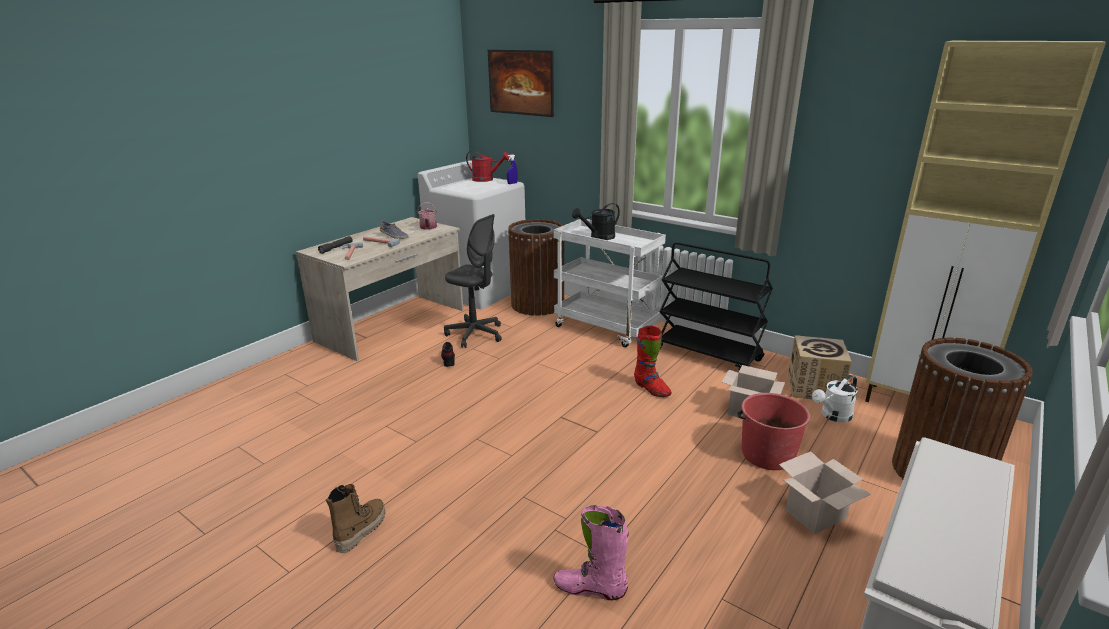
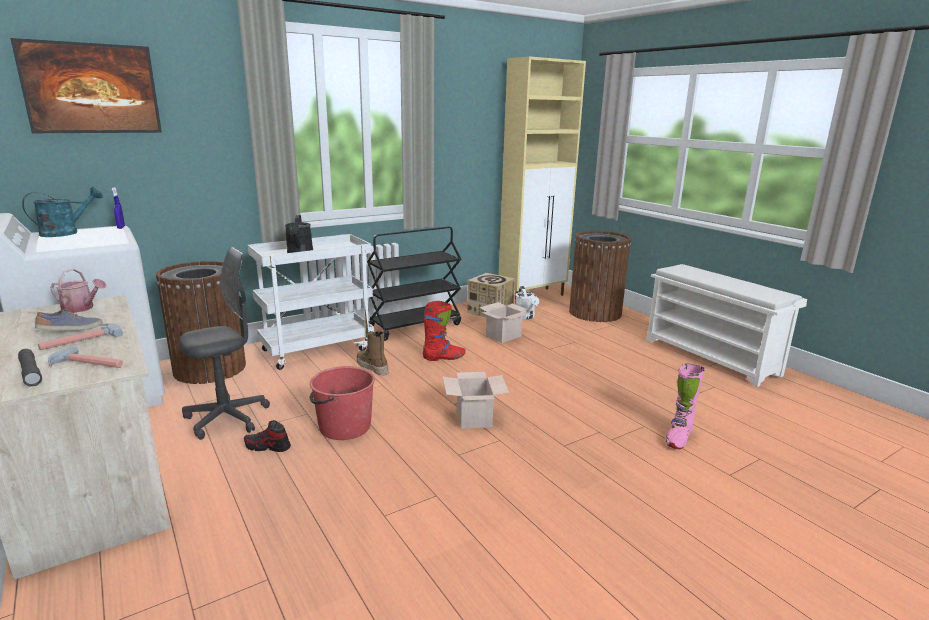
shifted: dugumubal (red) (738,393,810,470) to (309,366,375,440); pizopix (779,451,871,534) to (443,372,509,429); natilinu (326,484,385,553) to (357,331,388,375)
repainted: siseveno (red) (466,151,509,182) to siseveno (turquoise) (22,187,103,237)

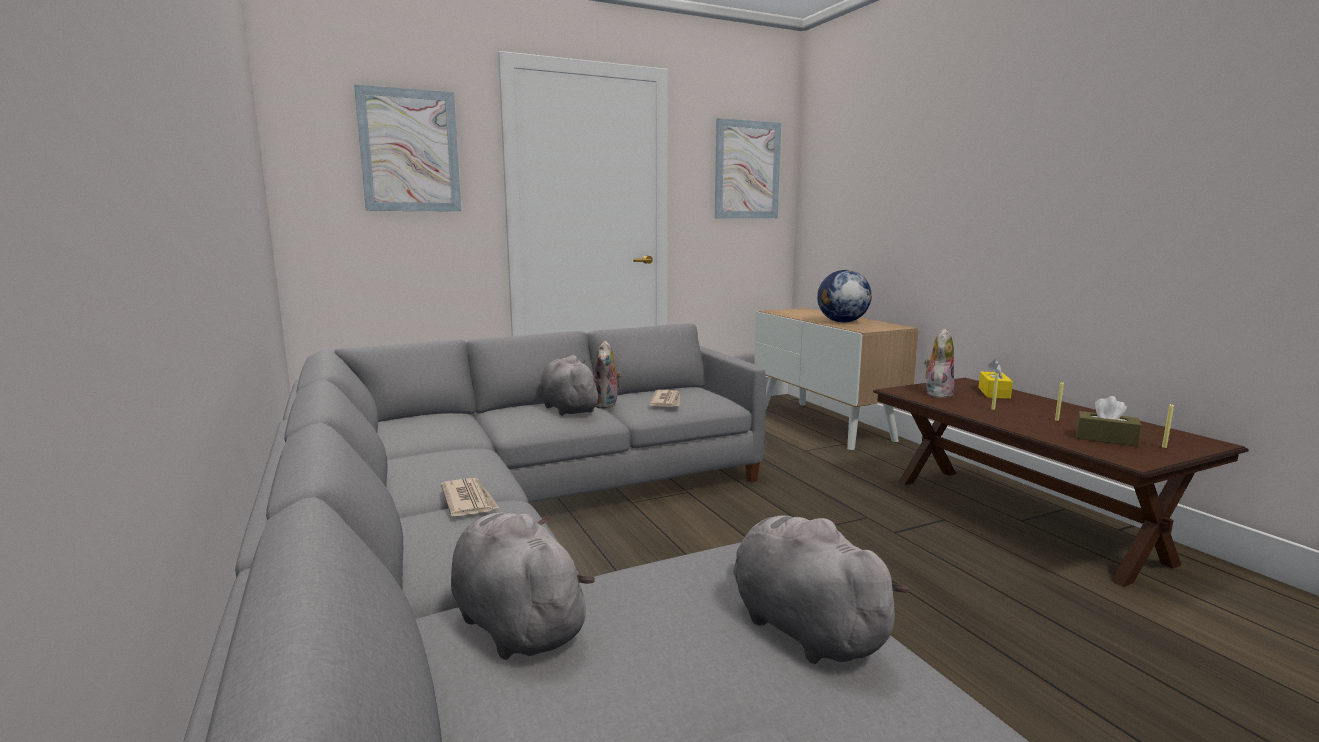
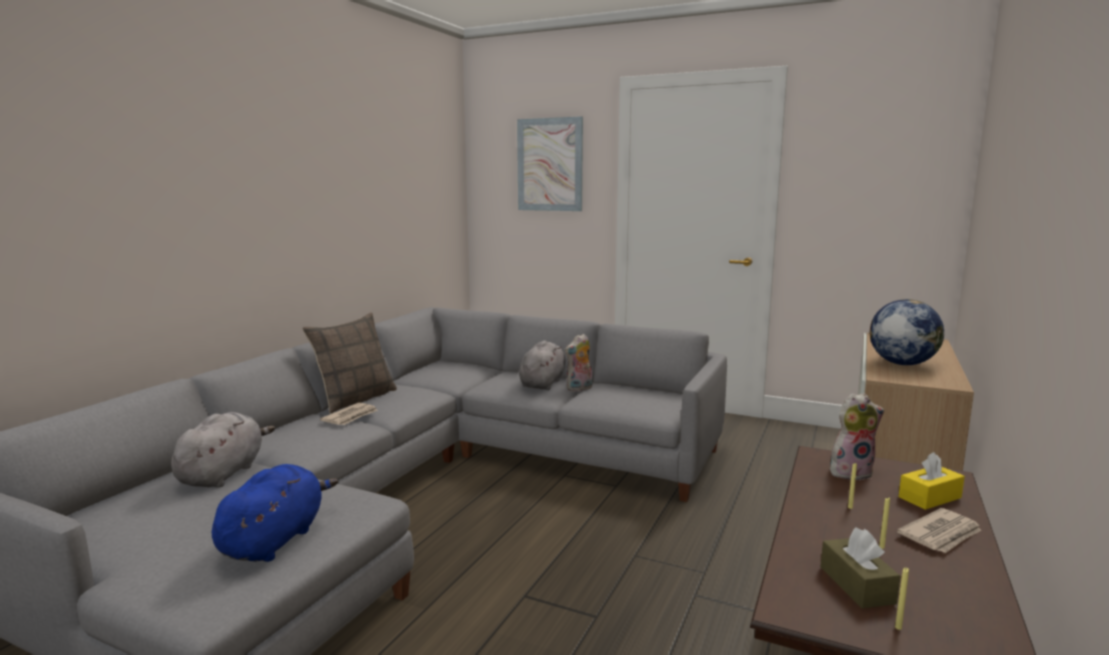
gone: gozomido (715,118,781,218)
new: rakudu (302,313,397,414)
shifted: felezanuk (649,390,680,407) to (897,508,981,553)
repainted: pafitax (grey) (733,515,910,664) to pafitax (blue) (212,464,338,562)

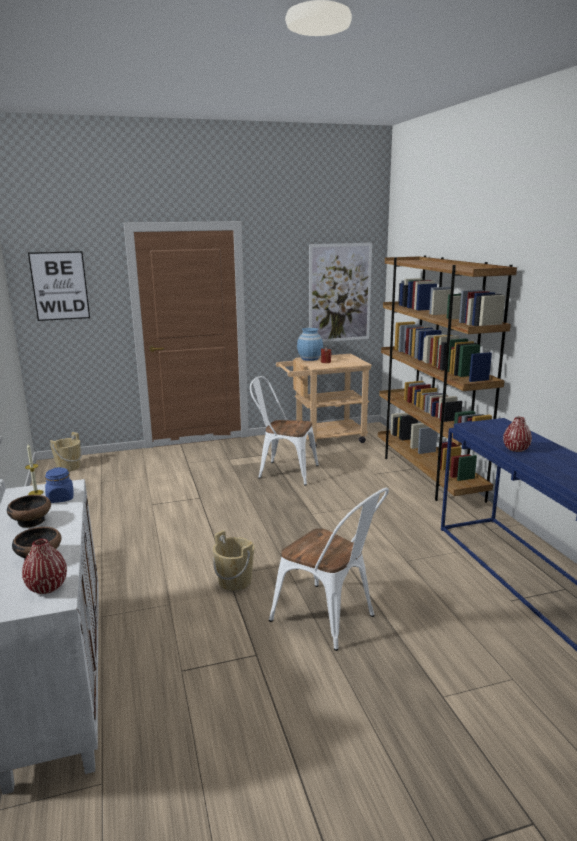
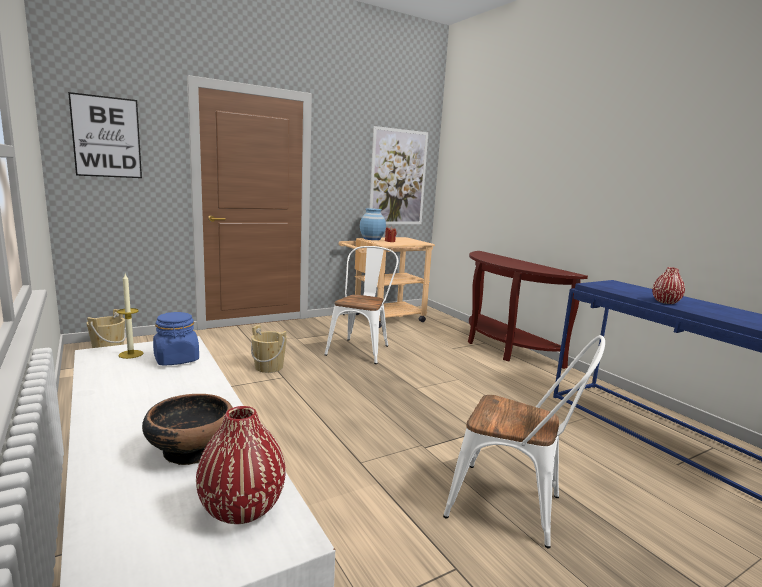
gone: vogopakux (7,495,51,528)
shifted: dugumubal (beige) (213,530,254,591) to (251,325,287,373)
swapped: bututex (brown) (378,255,517,503) to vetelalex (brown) (468,251,588,369)
rotated: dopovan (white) (250,376,319,486) = (324,246,398,364) 105 degrees clockwise

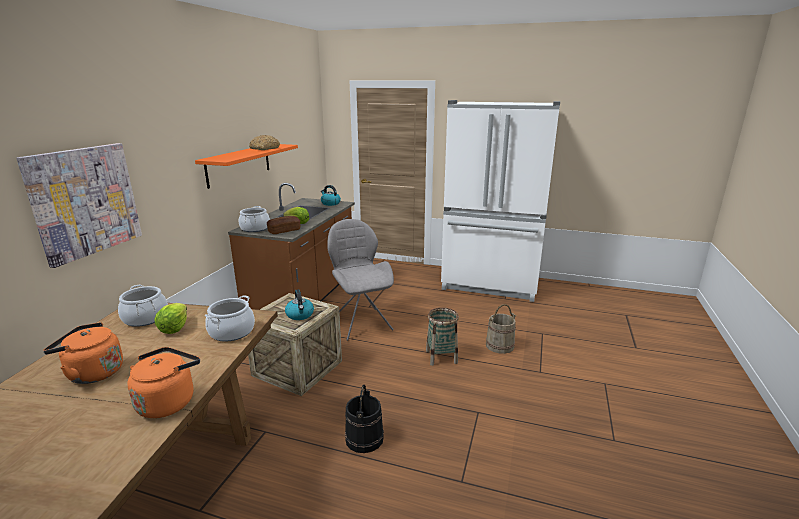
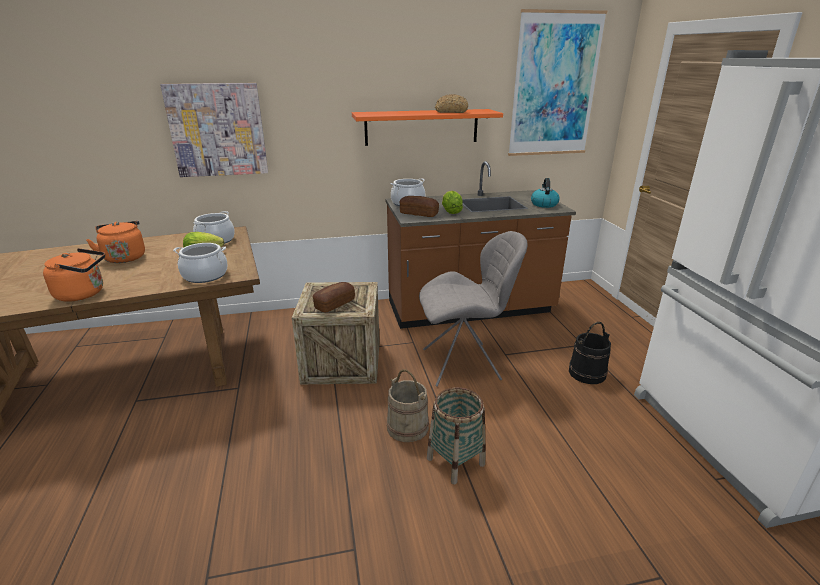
new: gozomido (508,9,607,156)
shifted: dugumubal (beige) (486,304,516,354) to (387,369,429,442); dugumubal (black) (345,385,384,453) to (569,322,611,384)
swapped: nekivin (285,289,314,320) to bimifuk (313,282,355,313)
rotated: dopovan (grey) (327,219,394,341) = (419,231,527,387) 45 degrees clockwise

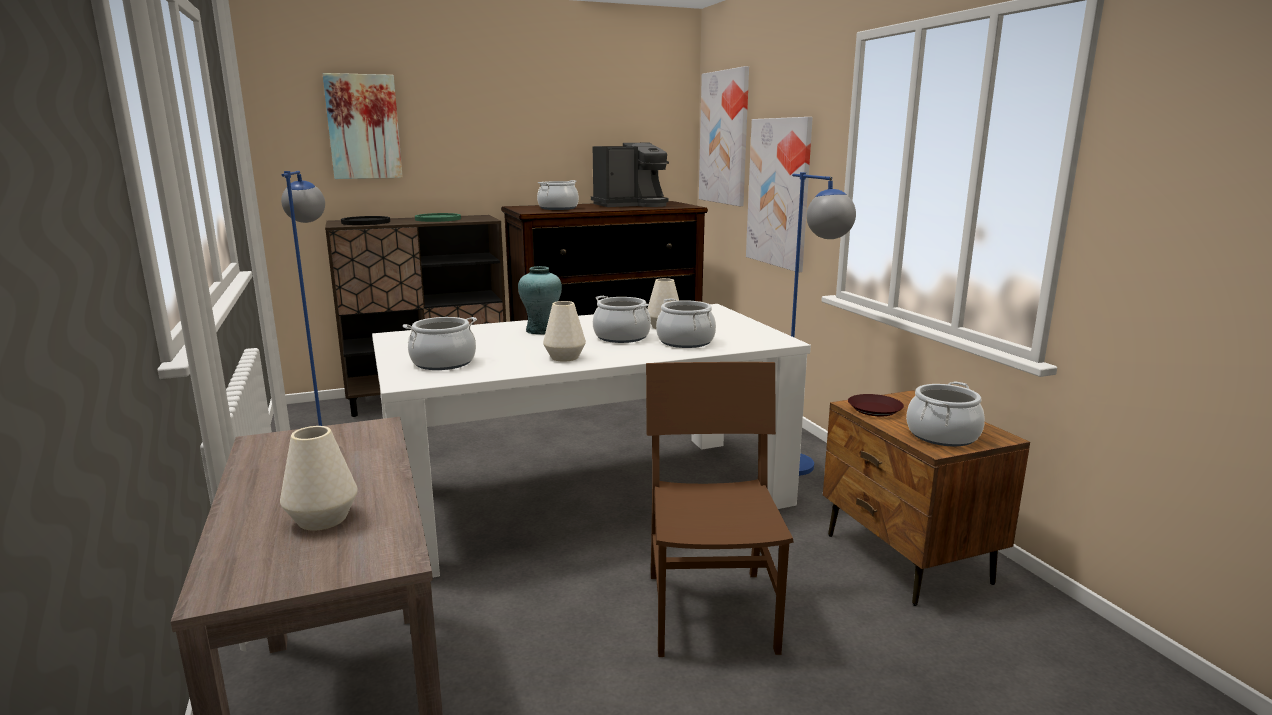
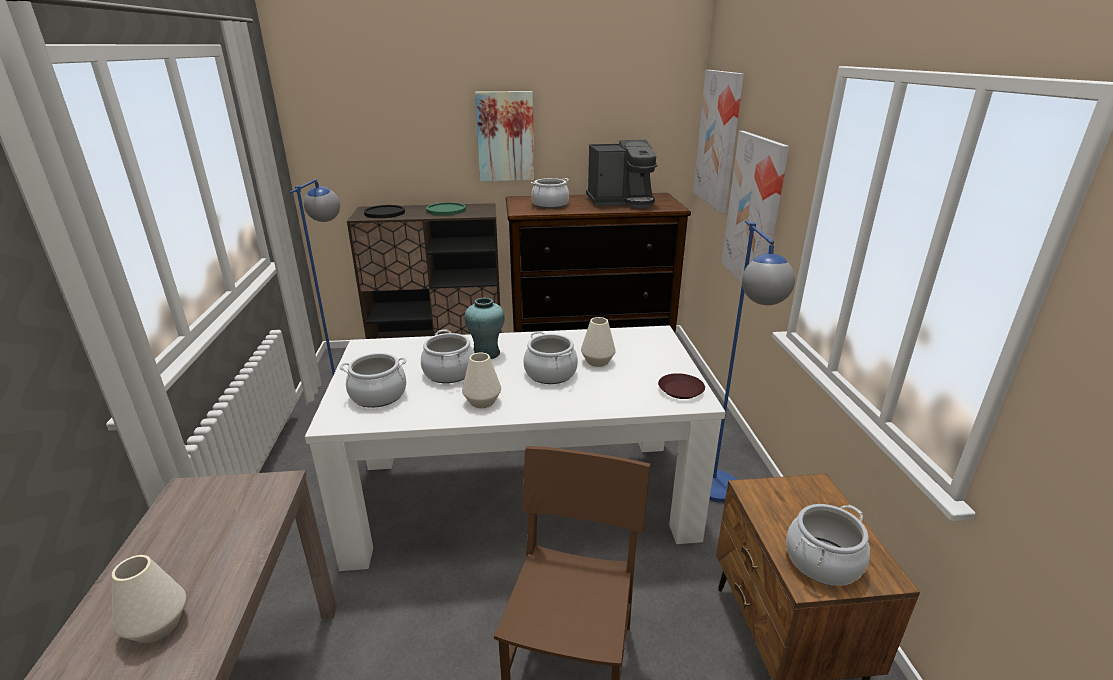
shifted: gozomido (322,73,403,179) to (475,91,534,181); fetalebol (656,298,716,348) to (421,329,474,383); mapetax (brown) (848,394,904,416) to (658,373,705,399)

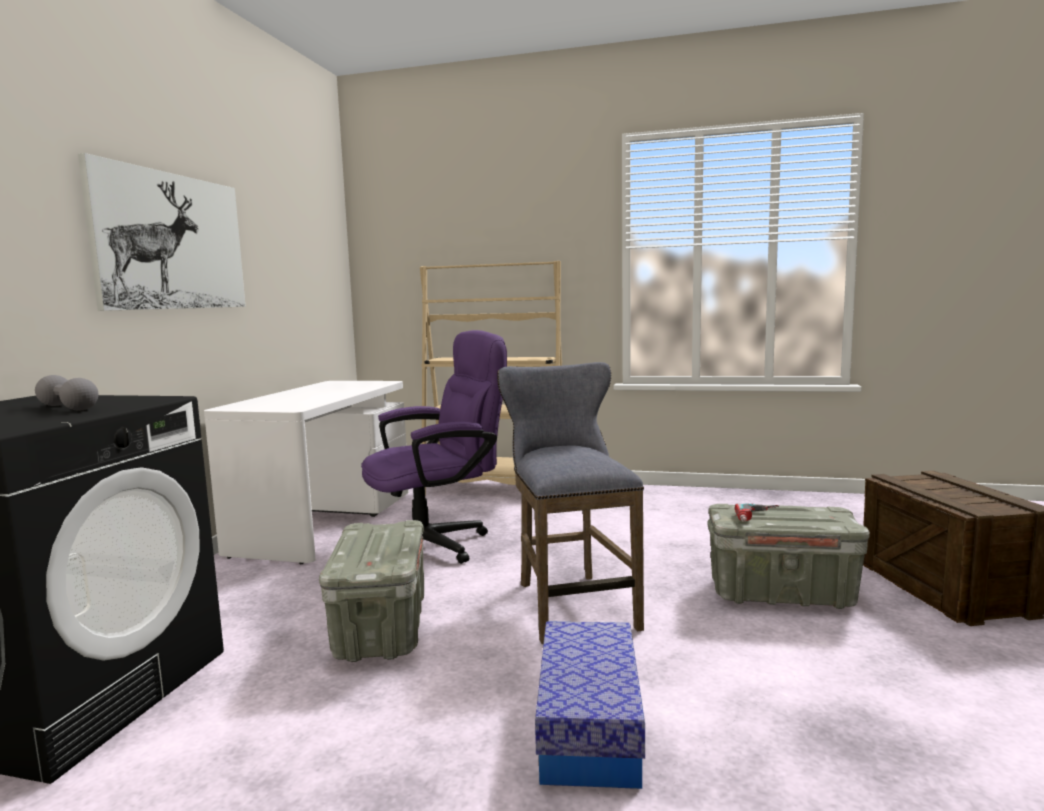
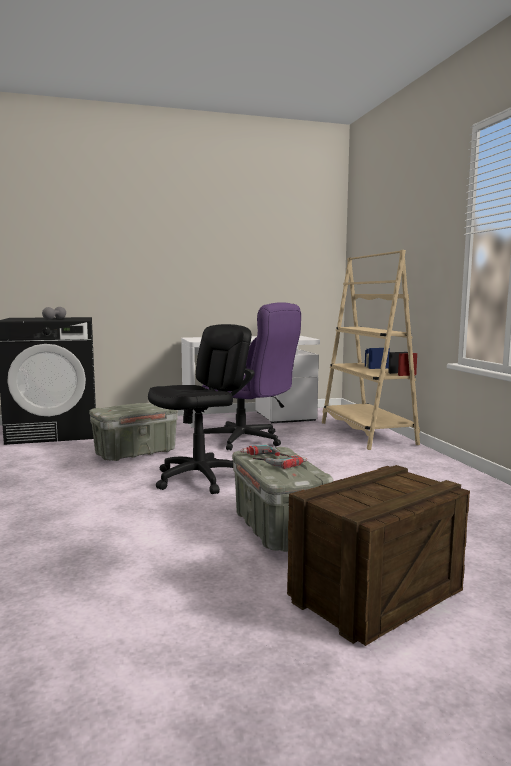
gone: gozomido (78,153,246,311); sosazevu (535,621,645,789)
new: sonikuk (253,456,307,469)
swapped: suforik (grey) (497,362,644,644) to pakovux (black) (148,324,252,494)

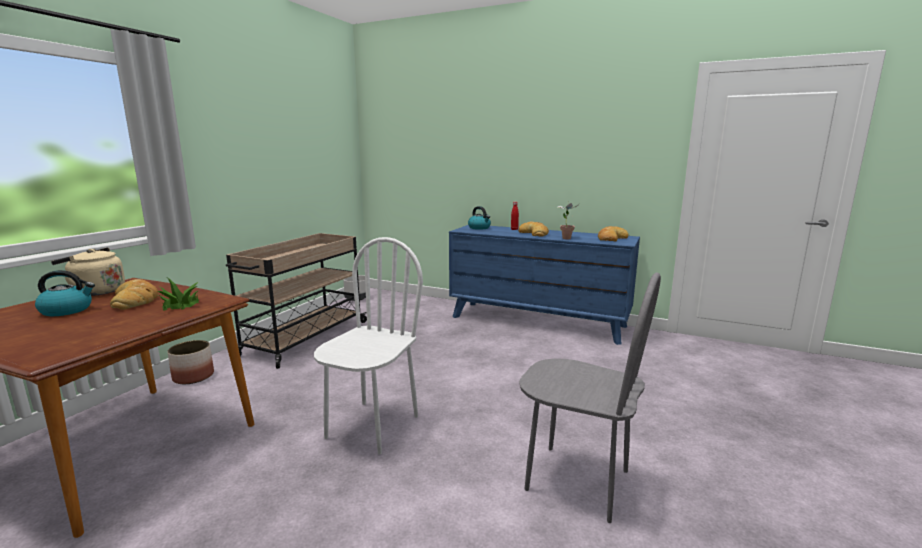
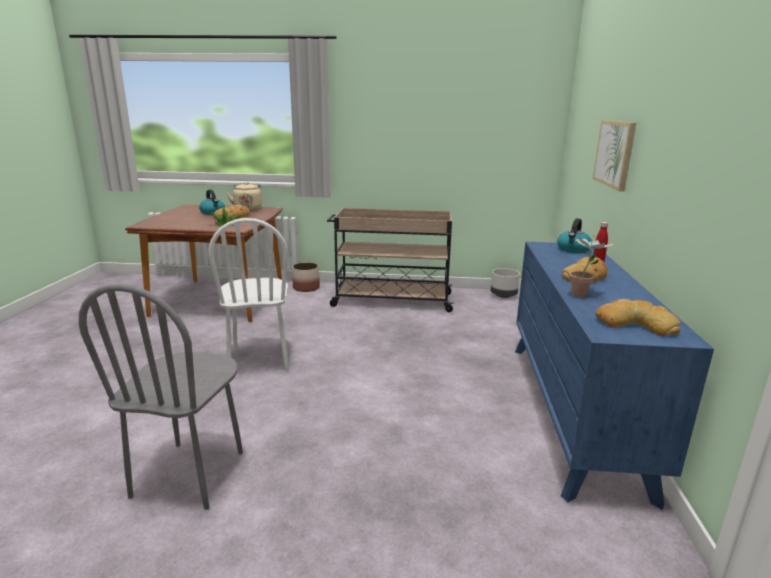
new: gozomido (593,120,636,192)
rotated: dopovan (white) (314,237,423,455) = (209,218,289,372) 75 degrees clockwise

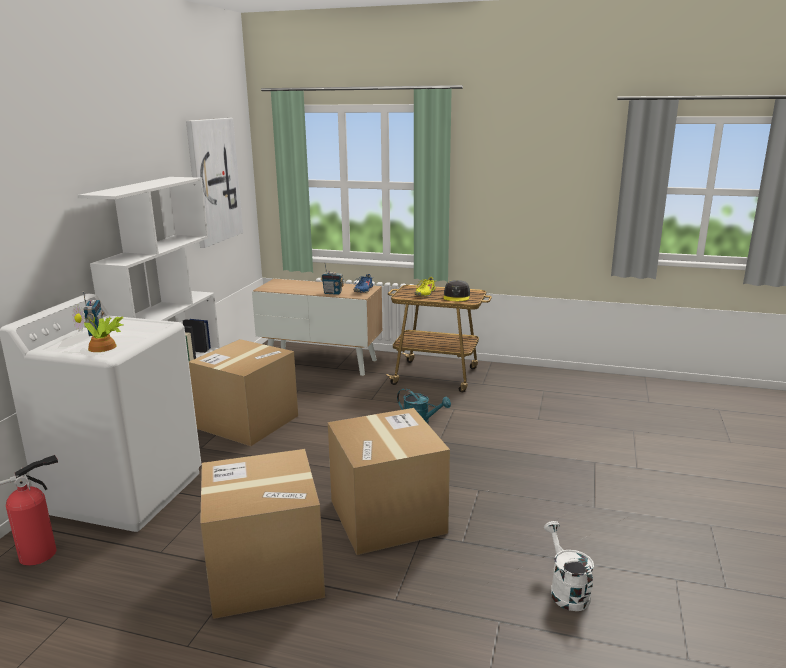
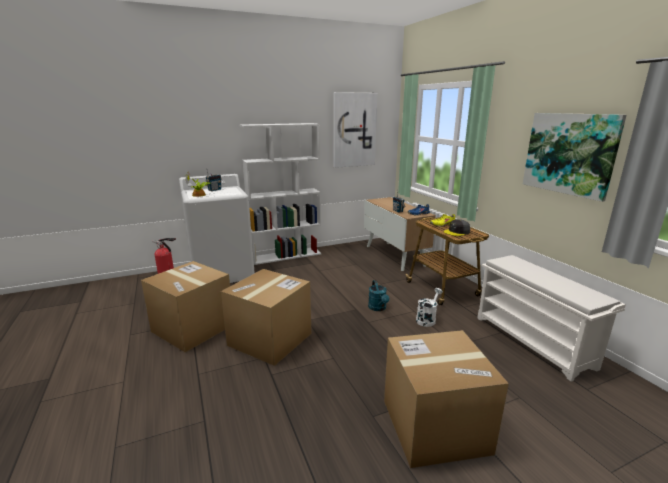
new: gozomido (523,113,627,202); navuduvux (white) (477,255,626,382)
shifted: pizopix (189,339,298,446) to (384,330,509,468); siseveno (white) (544,521,594,611) to (416,288,443,327)

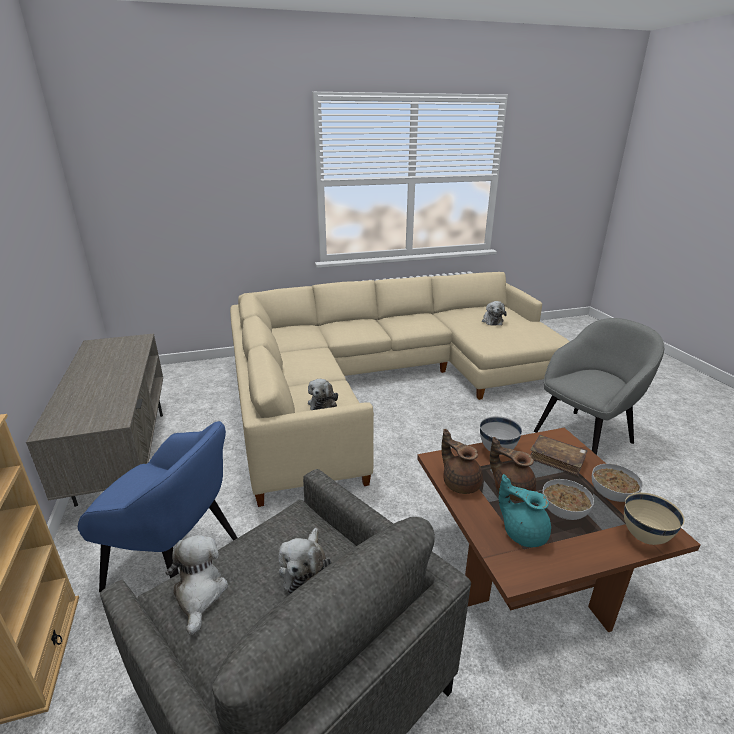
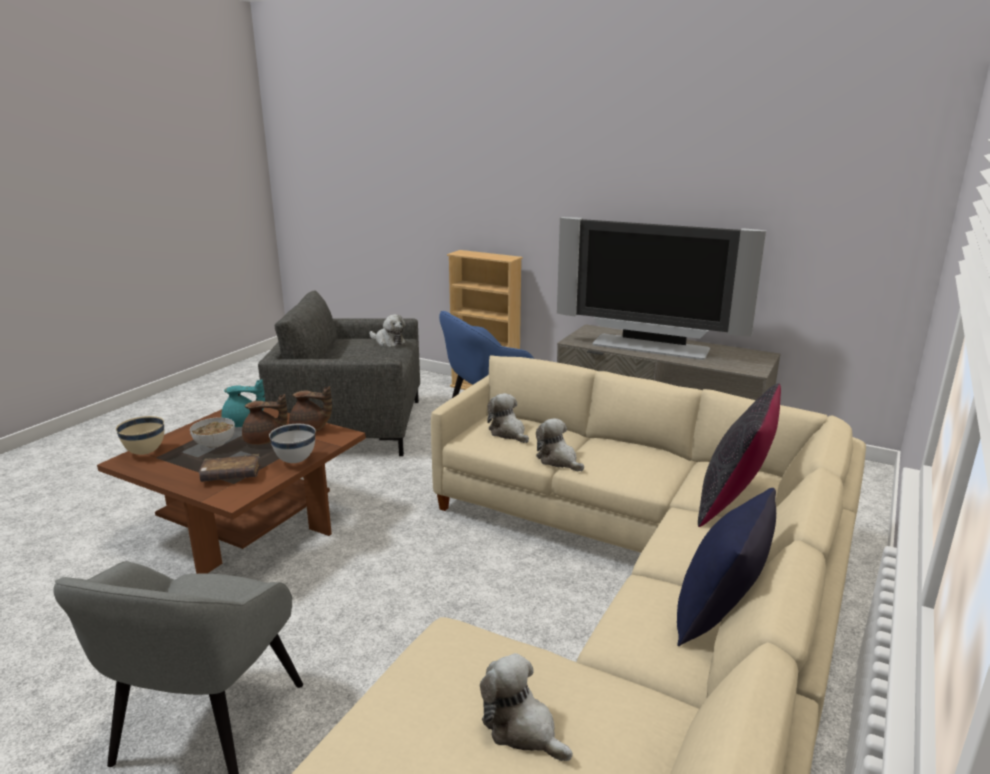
gone: vogopakux (592,464,643,502)
new: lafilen (557,217,766,360); rakudu (black) (698,383,781,527); rakudu (blue) (677,488,776,646)
shifted: pafitax (279,528,332,595) to (536,418,584,471)

